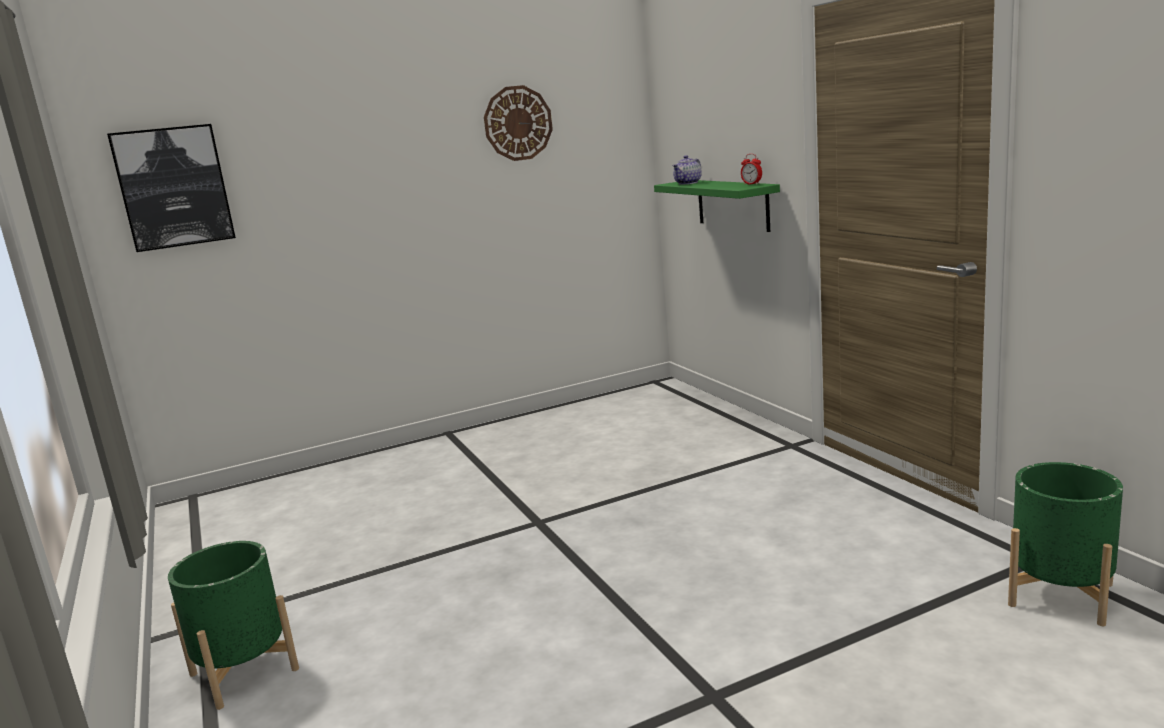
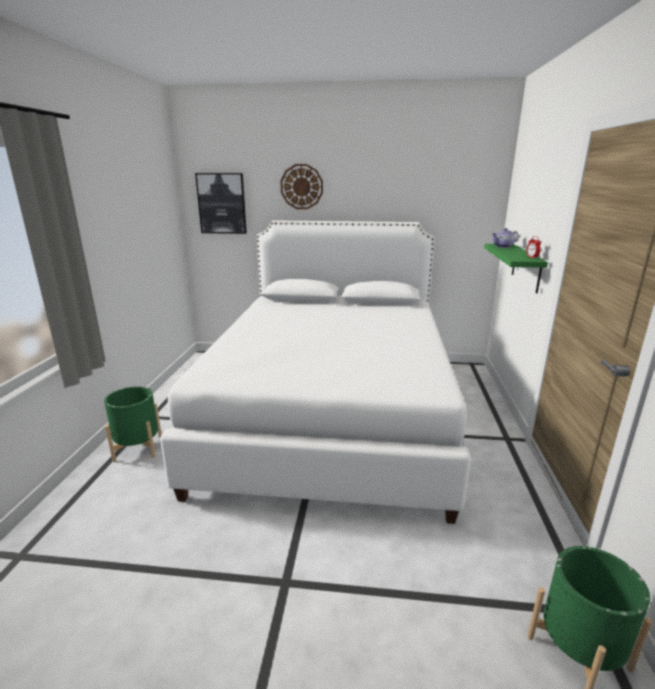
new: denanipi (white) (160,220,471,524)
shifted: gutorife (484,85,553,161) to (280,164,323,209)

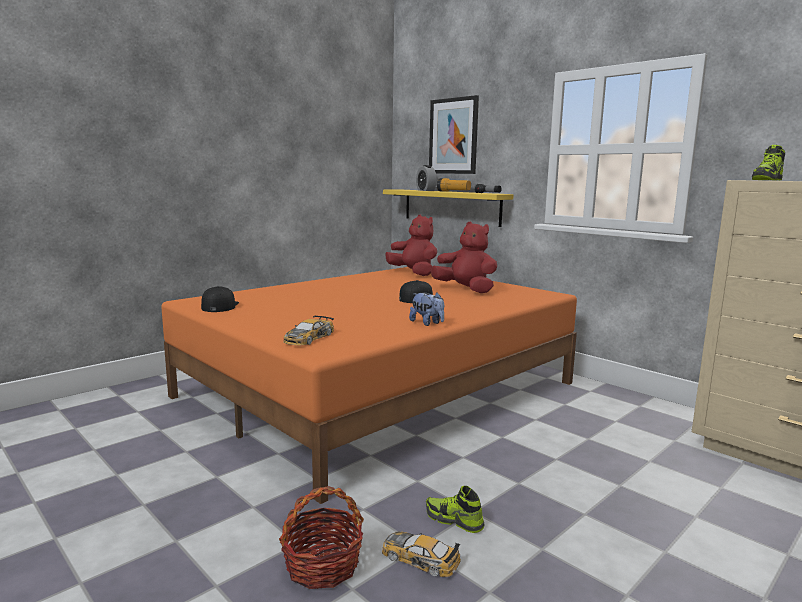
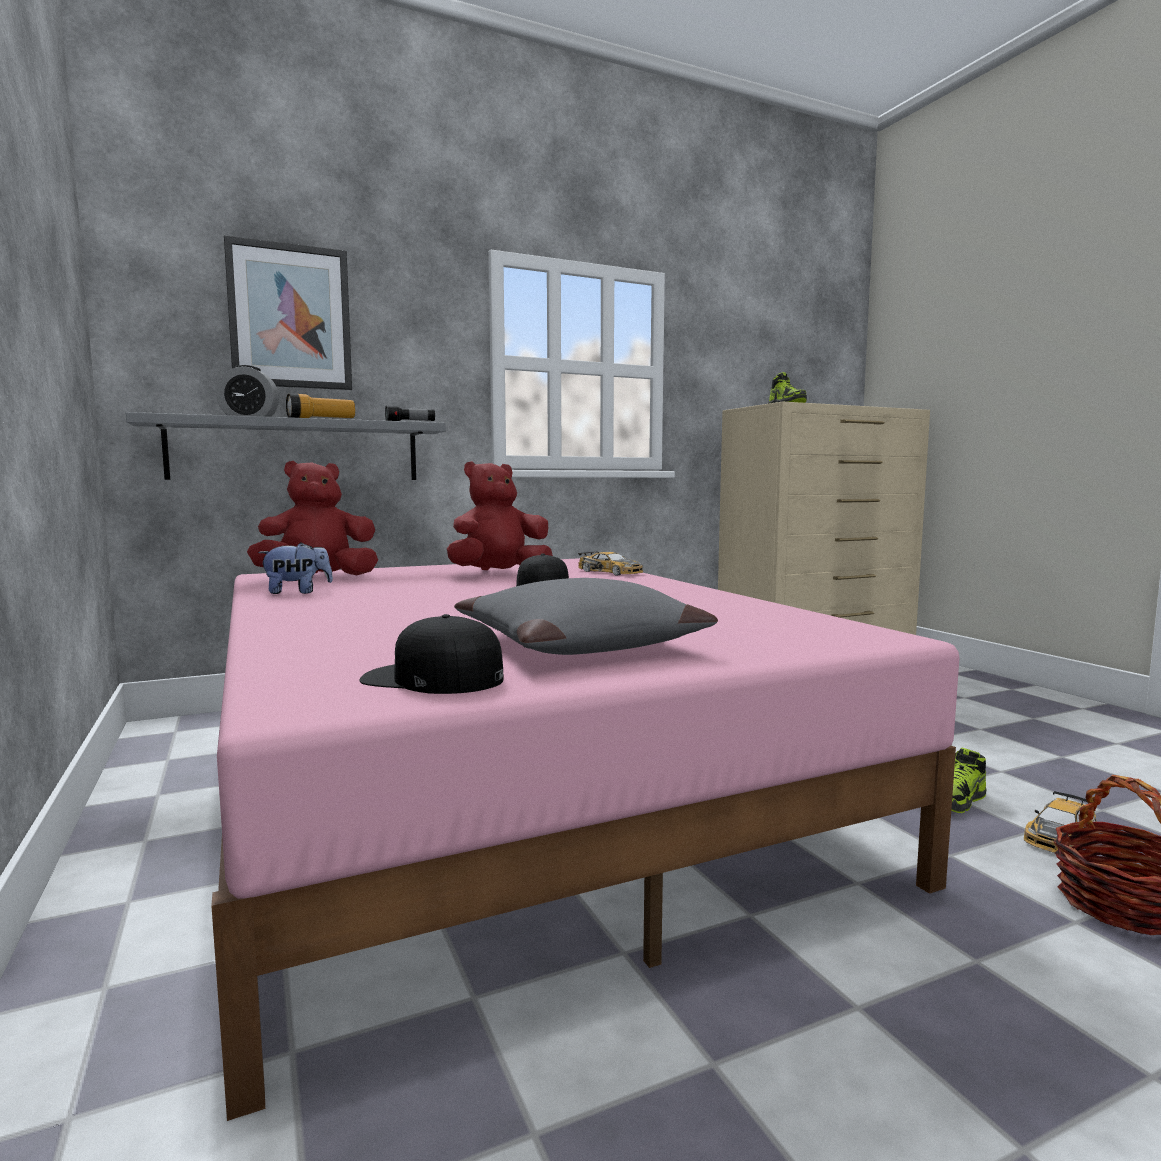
new: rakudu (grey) (454,578,718,655)
shifted: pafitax (409,293,444,326) to (258,542,333,594); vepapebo (283,316,334,345) to (578,551,643,575)
repainted: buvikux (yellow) (383,189,514,227) to buvikux (grey) (126,412,446,480); denanipi (orange) (161,267,577,504) to denanipi (pink) (211,558,959,1121)

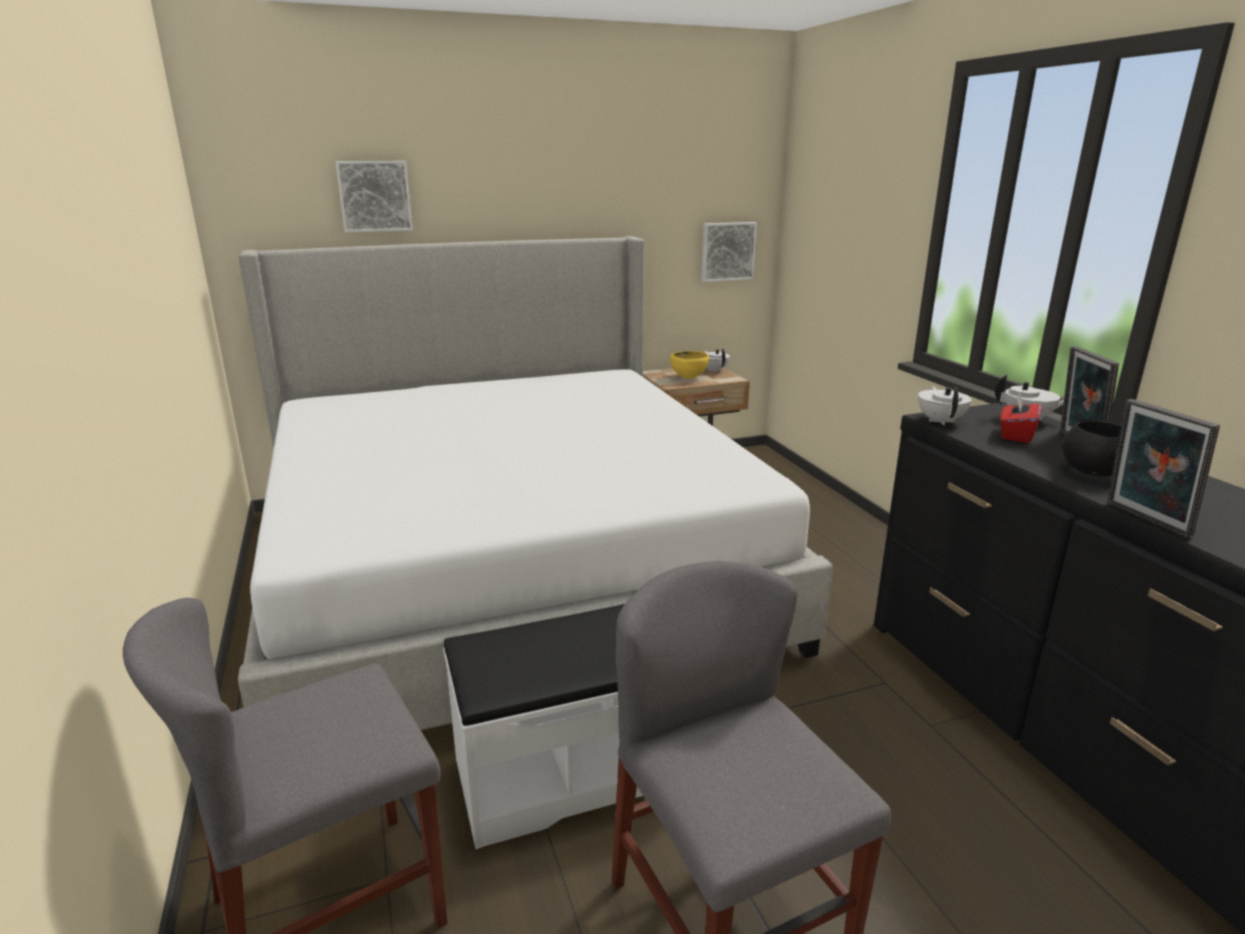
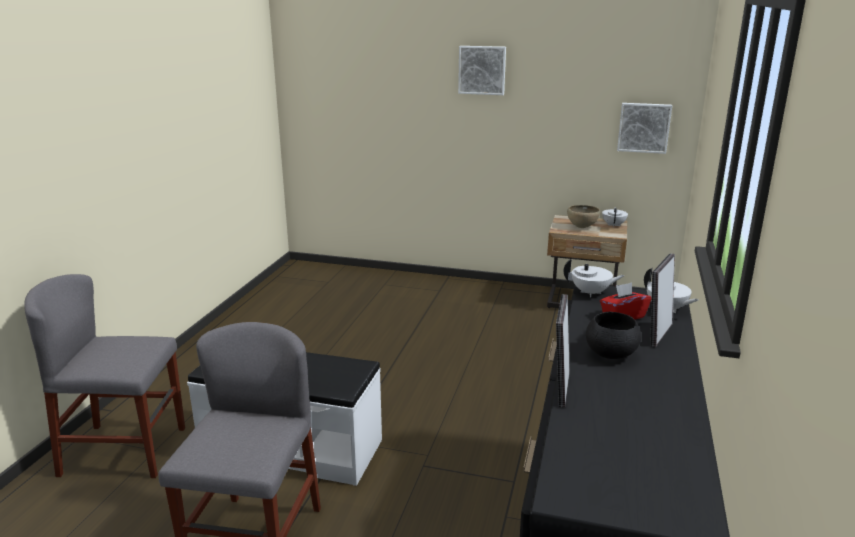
gone: denanipi (238,236,833,730)
shifted: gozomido (335,161,413,233) to (458,46,506,95)
repainted: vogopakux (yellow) (670,351,709,379) to vogopakux (brown) (567,205,600,228)
rotated: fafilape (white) (918,386,972,426) = (564,258,625,297) 60 degrees clockwise

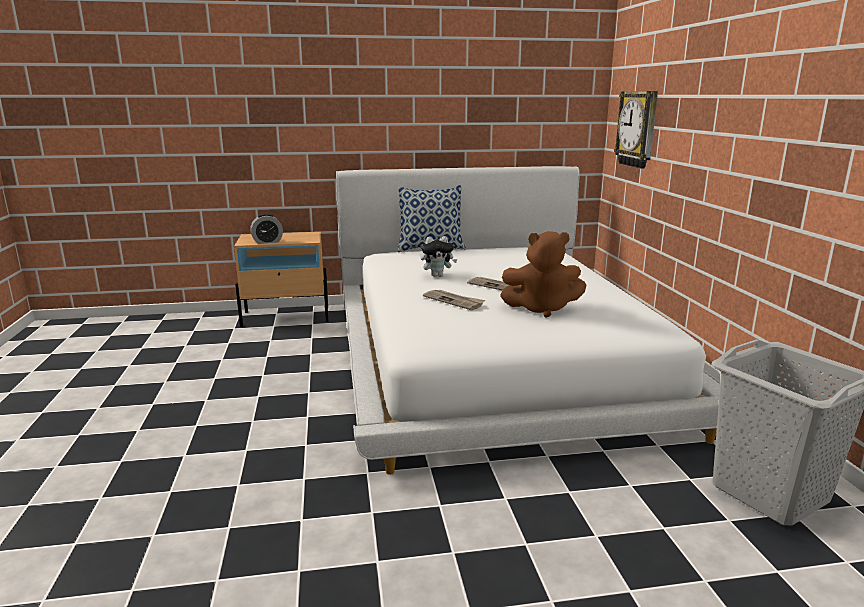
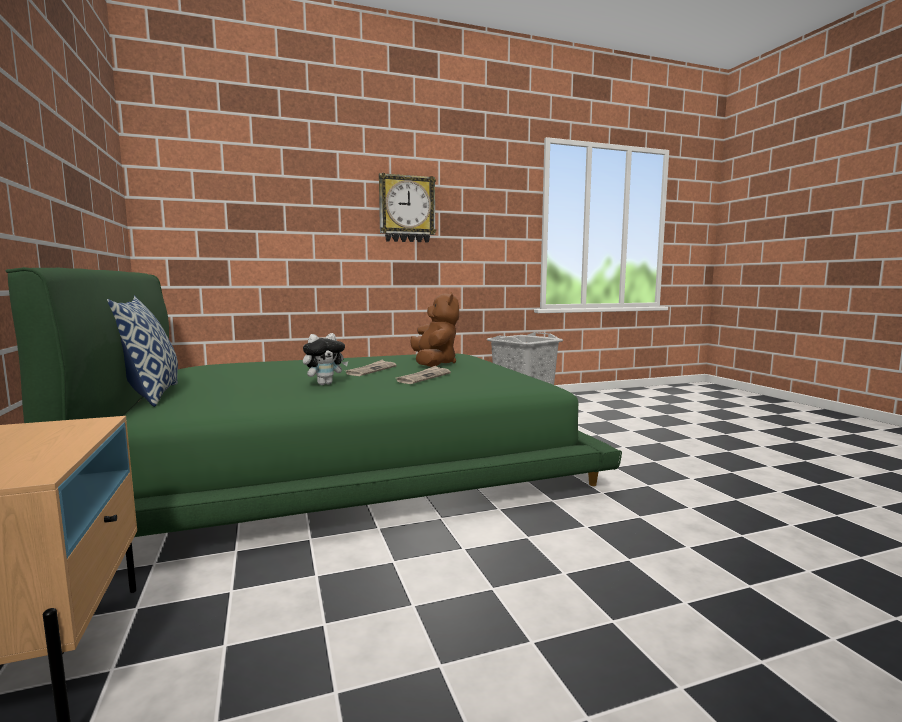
gone: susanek (250,214,283,244)
shifted: gutorife (614,91,658,169) to (379,173,436,243)
repainted: denanipi (white) (336,166,720,475) to denanipi (green) (6,267,622,537)
rotated: pafitax (421,236,457,277) = (303,333,348,385) 75 degrees clockwise

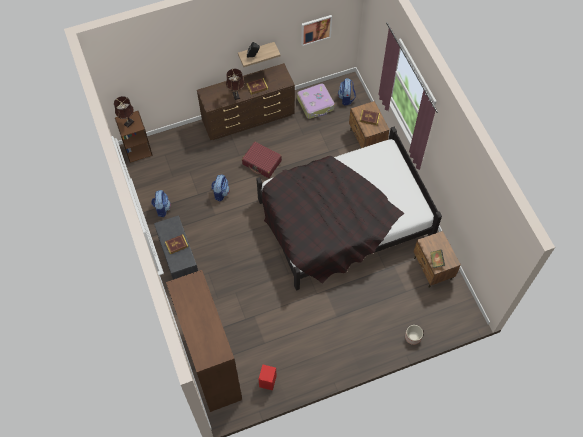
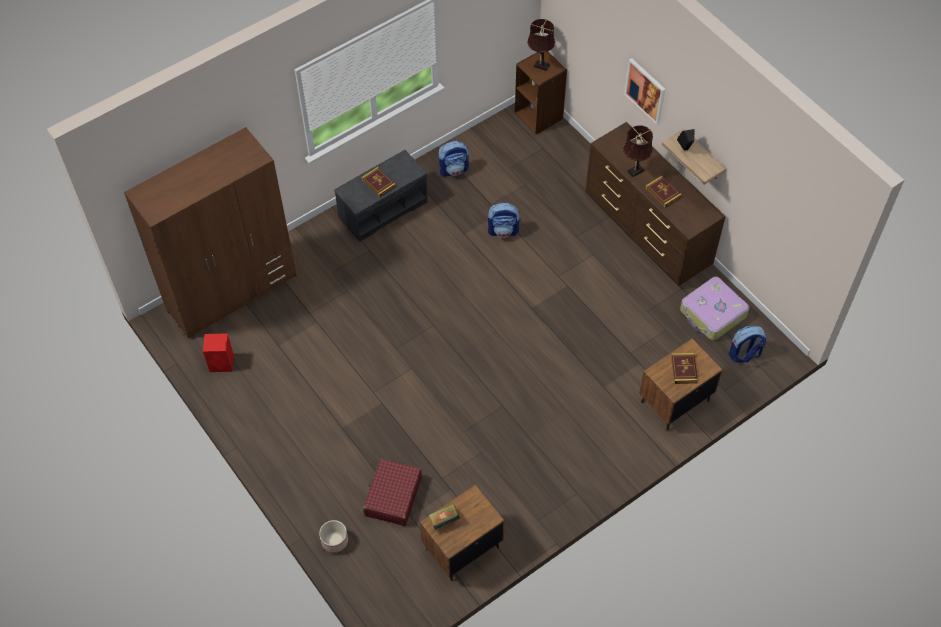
gone: denanipi (black) (257,127,442,291)
shifted: gozomido (301,15,332,46) to (624,58,665,125); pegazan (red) (242,142,282,178) to (363,458,422,526)

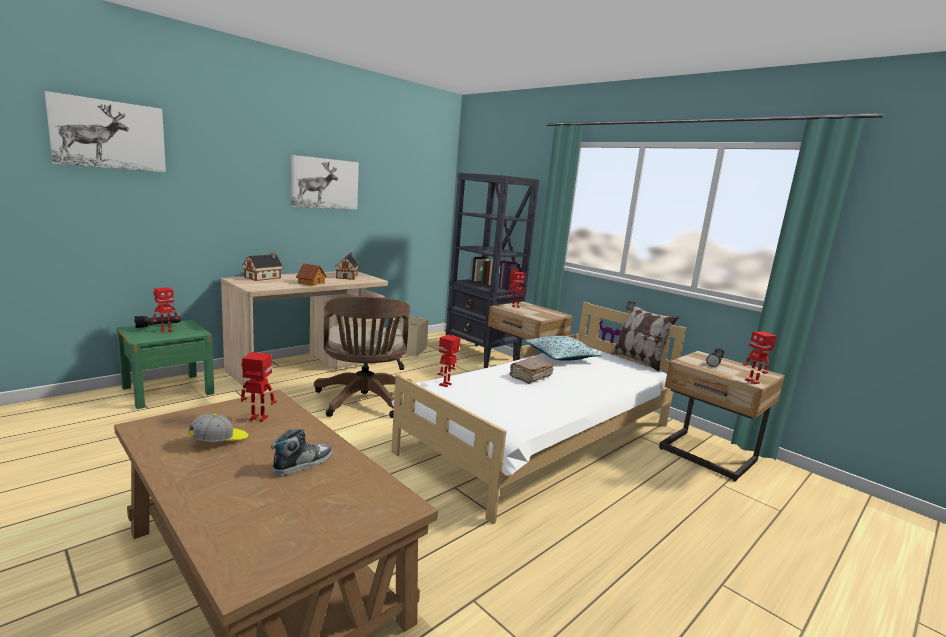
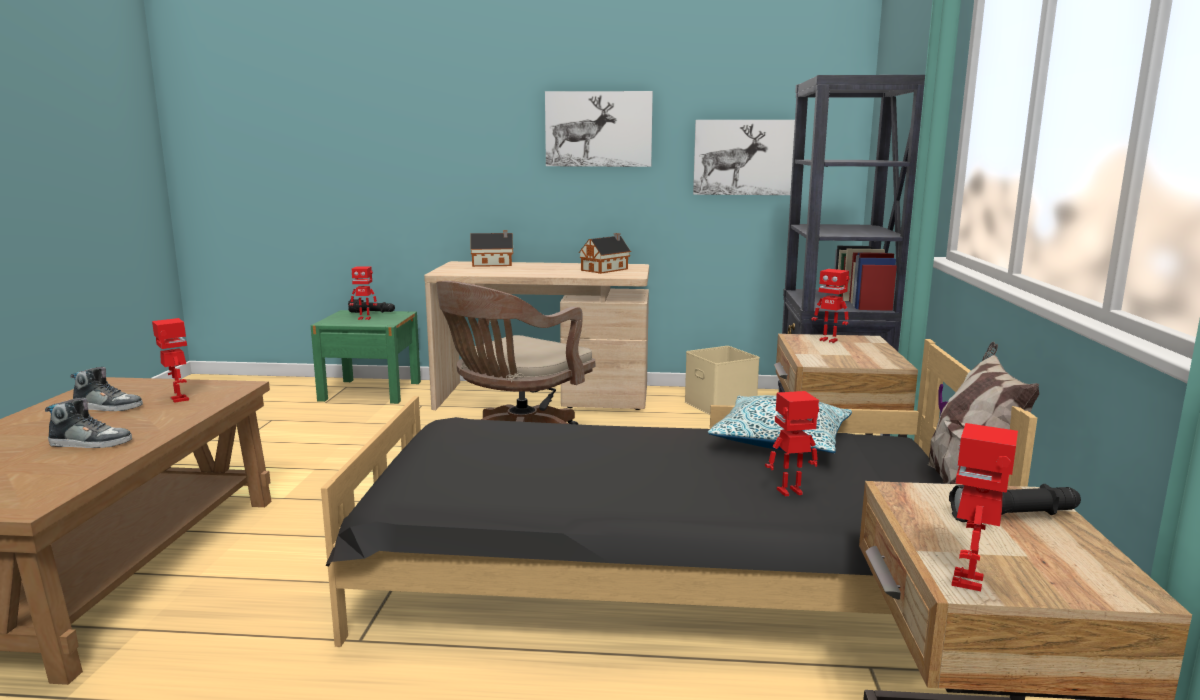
gone: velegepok (296,263,327,286); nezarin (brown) (510,357,554,384)
shifted: gozomido (45,91,166,172) to (693,120,795,195); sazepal (437,335,461,387) to (765,391,819,496)
swapped: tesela (188,414,248,442) to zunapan (70,367,143,411)
repainted: denanipi (white) (391,302,686,525) to denanipi (black) (321,339,1037,647)

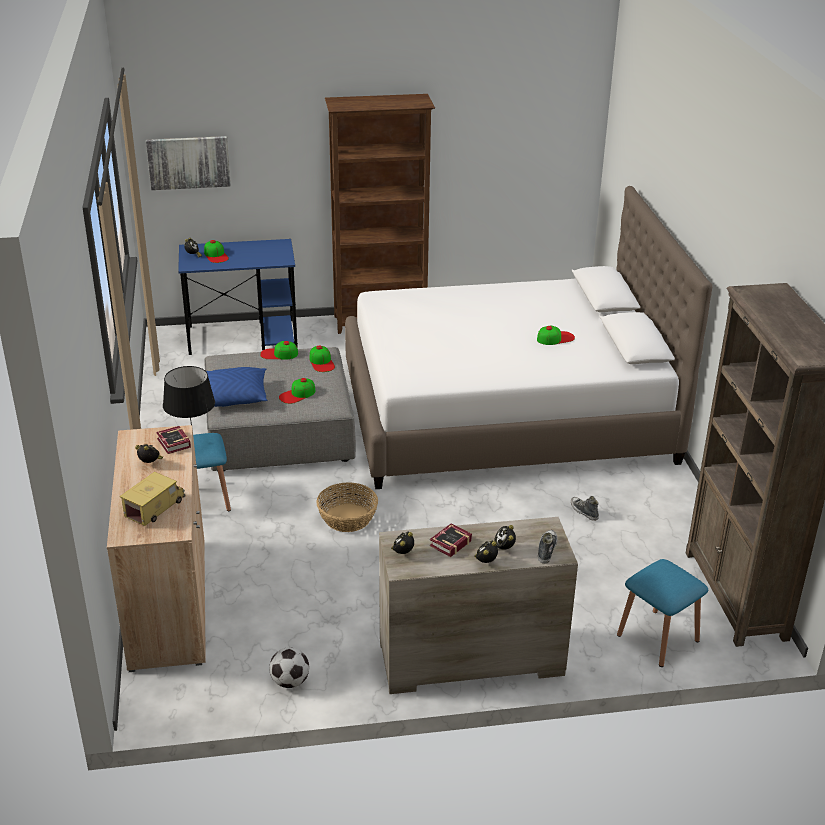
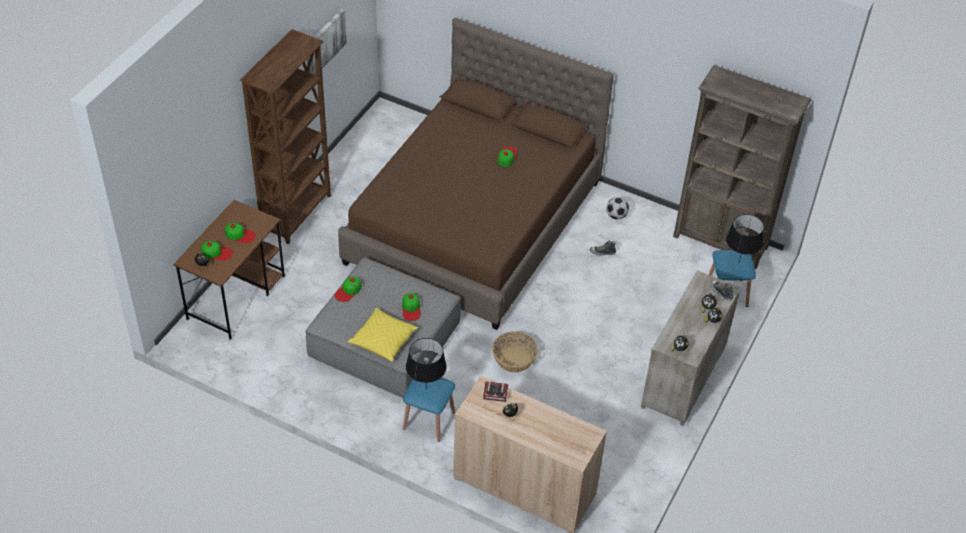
gone: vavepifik (120,472,185,526); nezarin (430,523,472,557)
new: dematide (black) (726,214,764,262)
shifted: gozomido (146,136,231,190) to (307,9,347,75); tesela (310,345,335,372) to (225,223,256,243); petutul (269,648,309,688) to (606,197,629,220)
repainted: denanipi (white) (345,186,712,489) to denanipi (brown) (338,18,614,330); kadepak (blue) (178,239,298,355) to kadepak (brown) (173,200,285,340); rakudu (blue) (206,367,267,407) to rakudu (yellow) (348,308,418,362)

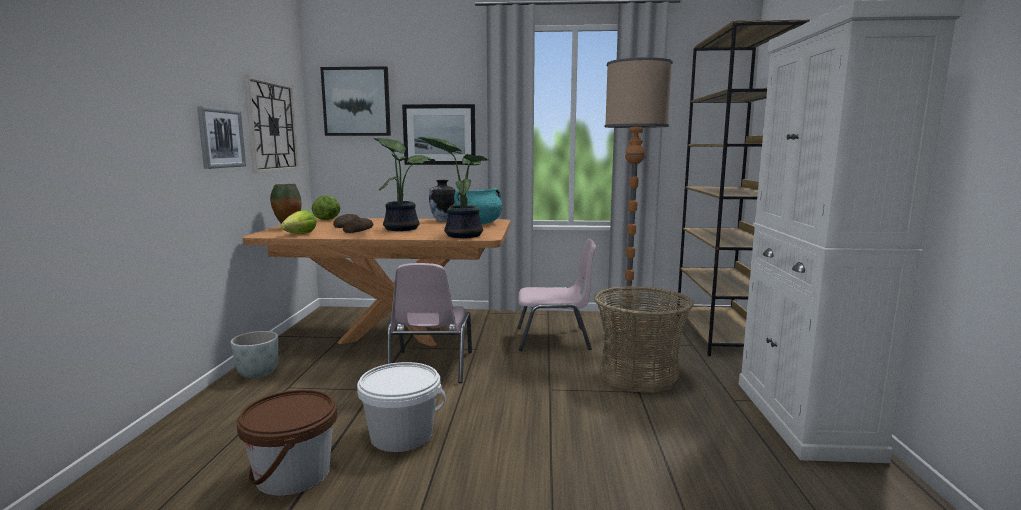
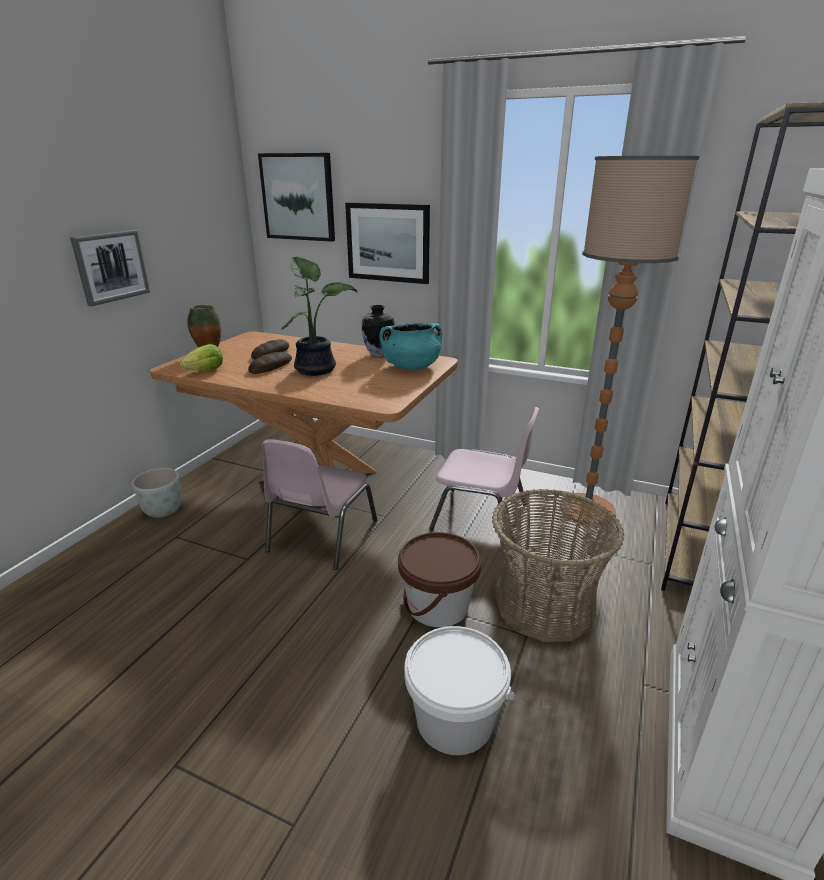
gone: gutorife (244,75,299,173); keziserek (419,137,488,238); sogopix (312,195,340,220)
shifted: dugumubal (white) (357,362,446,452) to (404,626,515,755); dugumubal (brown) (237,390,337,496) to (398,532,481,627)

